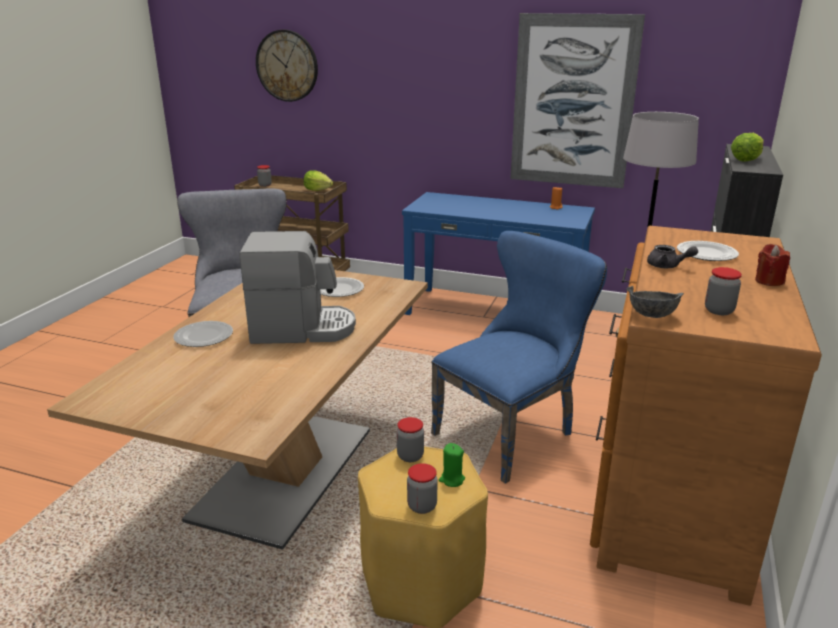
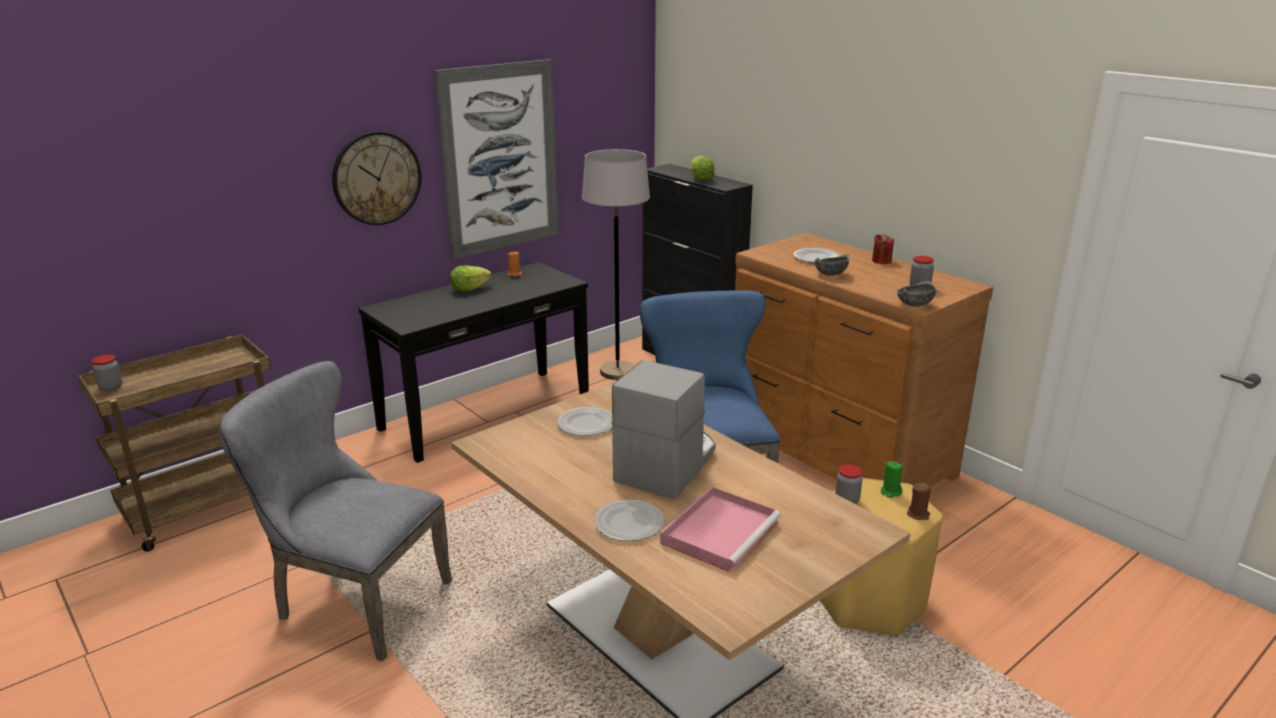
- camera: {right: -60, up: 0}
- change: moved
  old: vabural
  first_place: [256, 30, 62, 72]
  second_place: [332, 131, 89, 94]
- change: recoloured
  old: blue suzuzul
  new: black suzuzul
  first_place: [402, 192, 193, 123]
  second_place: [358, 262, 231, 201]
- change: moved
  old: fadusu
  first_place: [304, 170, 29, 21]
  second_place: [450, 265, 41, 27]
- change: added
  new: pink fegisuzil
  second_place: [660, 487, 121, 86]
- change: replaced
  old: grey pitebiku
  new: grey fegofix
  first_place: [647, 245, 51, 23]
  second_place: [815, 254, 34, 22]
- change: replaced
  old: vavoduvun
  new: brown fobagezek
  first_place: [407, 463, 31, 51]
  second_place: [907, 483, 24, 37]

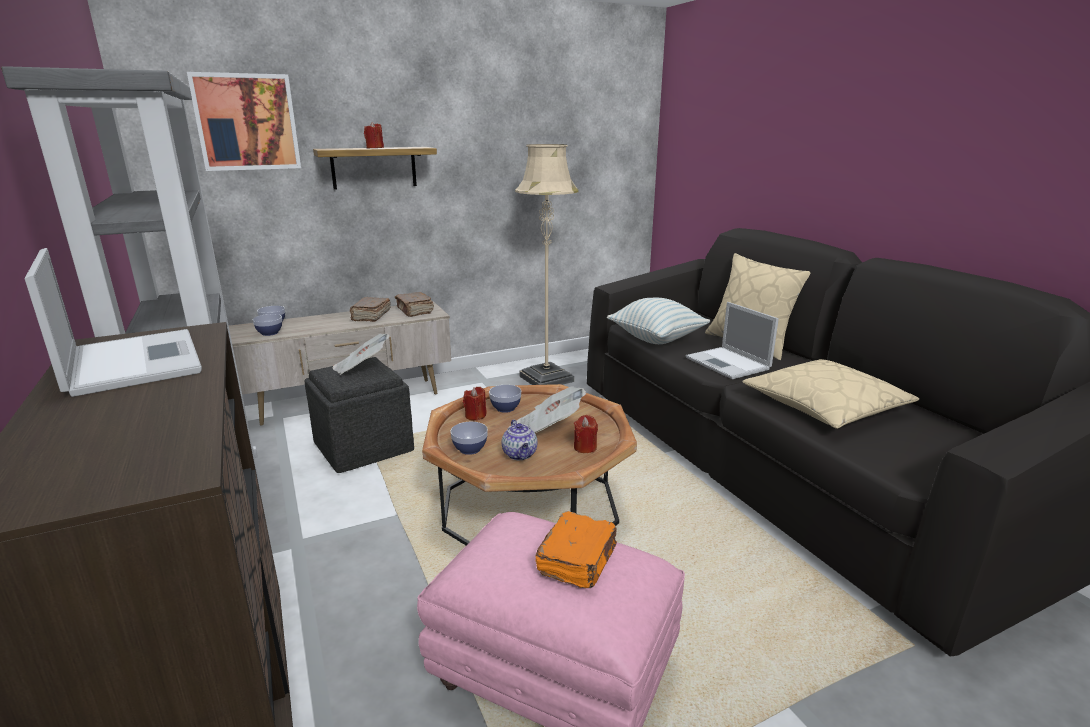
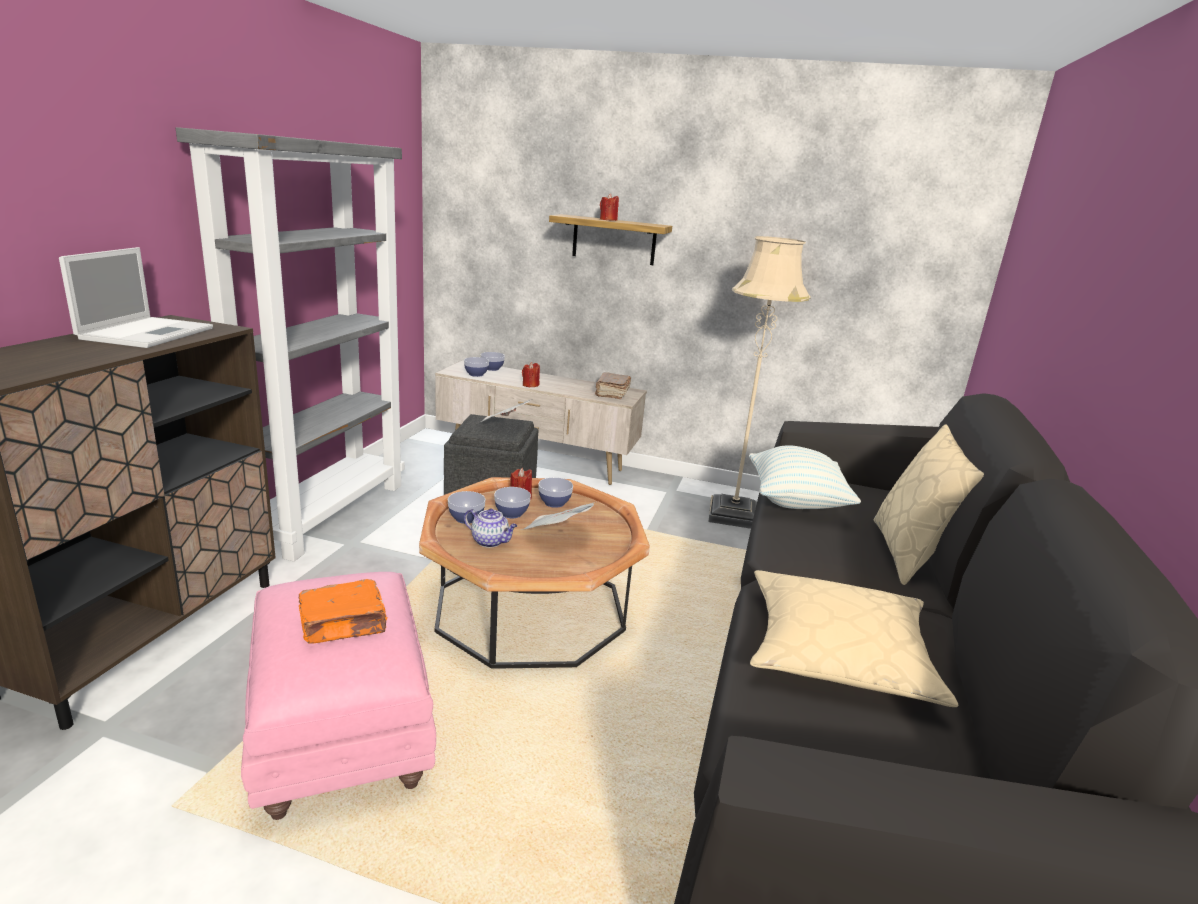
- camera: {right: 40, up: 0}
- change: turned
  old: pitebiku
  first_place: [502, 420, 36, 40]
  second_place: [464, 509, 54, 39]
  degrees: -90
- change: added
  new: fegofix
  second_place: [494, 487, 37, 31]
- change: moved
  old: red fobagezek
  first_place: [574, 415, 24, 38]
  second_place: [522, 362, 18, 25]
- change: removed
  old: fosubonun
  first_place: [187, 72, 114, 99]
- change: removed
  old: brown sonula
  first_place: [350, 297, 41, 25]
- change: removed
  old: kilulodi
  first_place: [686, 302, 93, 77]

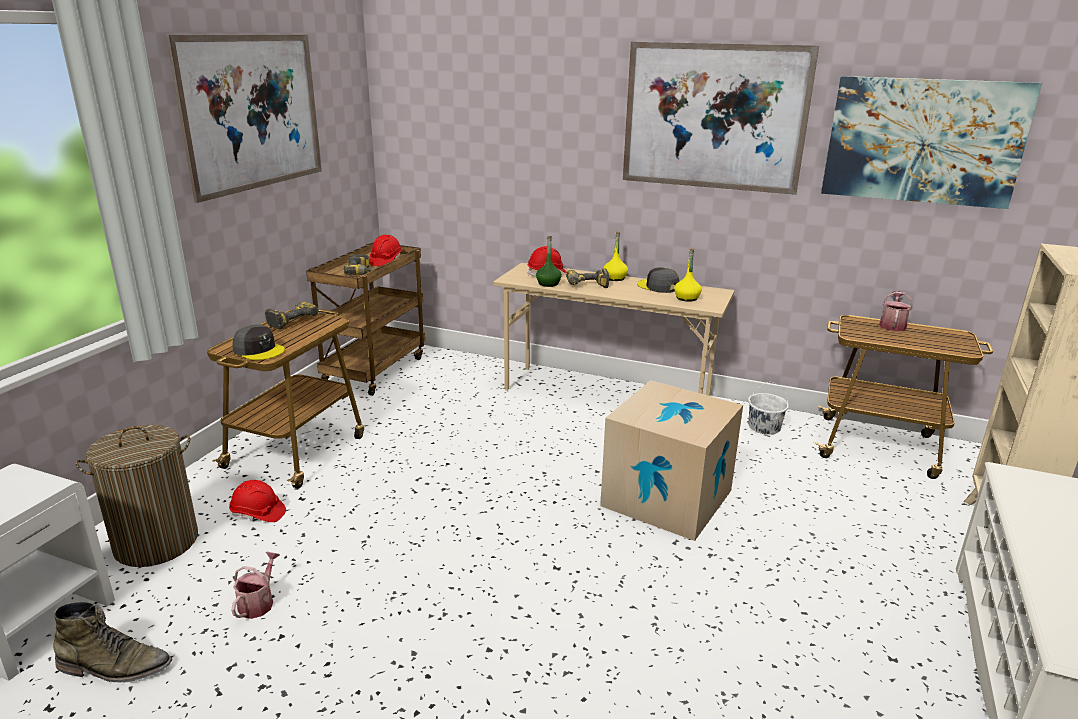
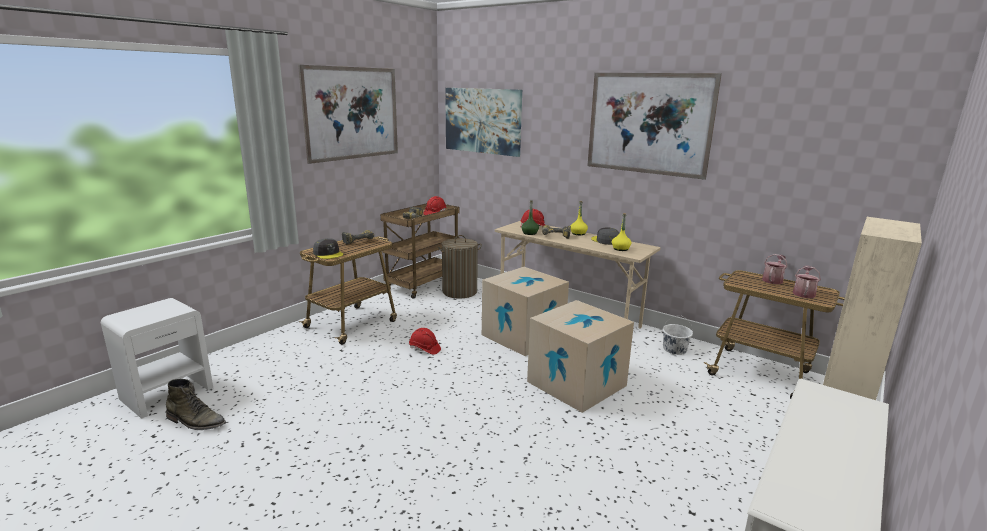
- camera: {right: 15, up: -5}
- change: moved
  old: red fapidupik
  first_place: [229, 480, 57, 42]
  second_place: [409, 328, 32, 27]
- change: moved
  old: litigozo
  first_place: [75, 425, 123, 142]
  second_place: [438, 235, 44, 64]
- change: moved
  old: fosubonun
  first_place: [821, 76, 221, 133]
  second_place: [445, 88, 77, 69]
- change: added
  new: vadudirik
  second_place: [482, 267, 87, 89]
- change: moved
  old: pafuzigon
  first_place: [231, 552, 49, 67]
  second_place: [793, 266, 28, 32]

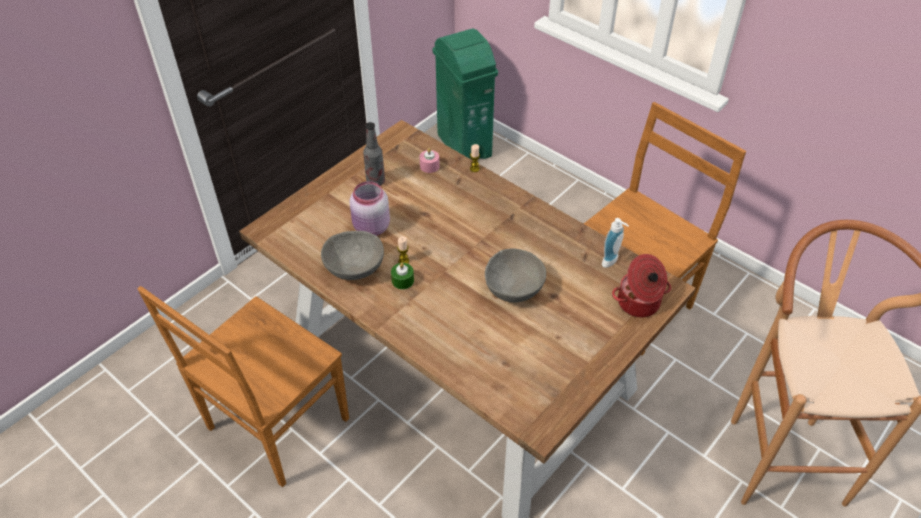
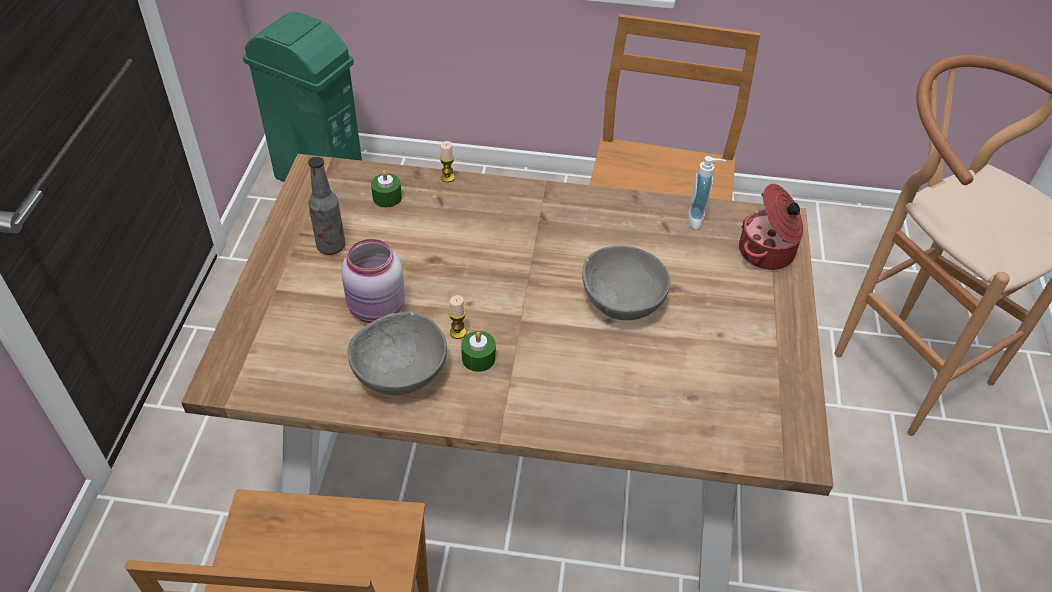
- camera: {right: -35, up: 0}
- change: recoloured
  old: pink fobagezek
  new: green fobagezek
  first_place: [420, 148, 20, 25]
  second_place: [371, 170, 31, 37]

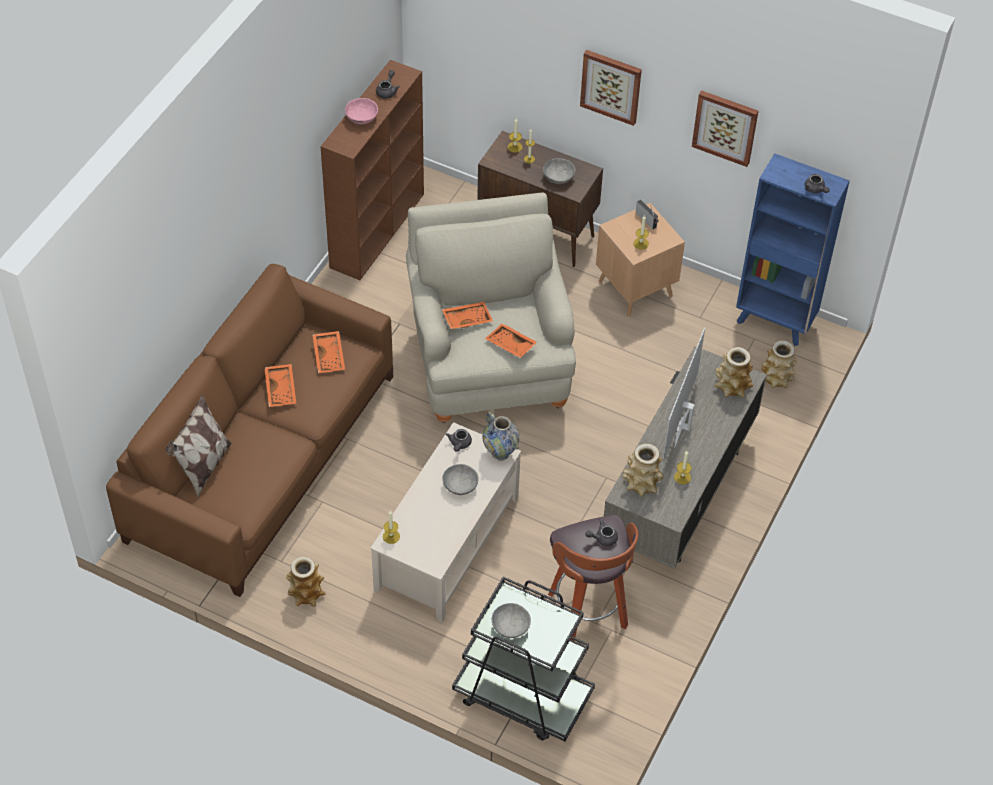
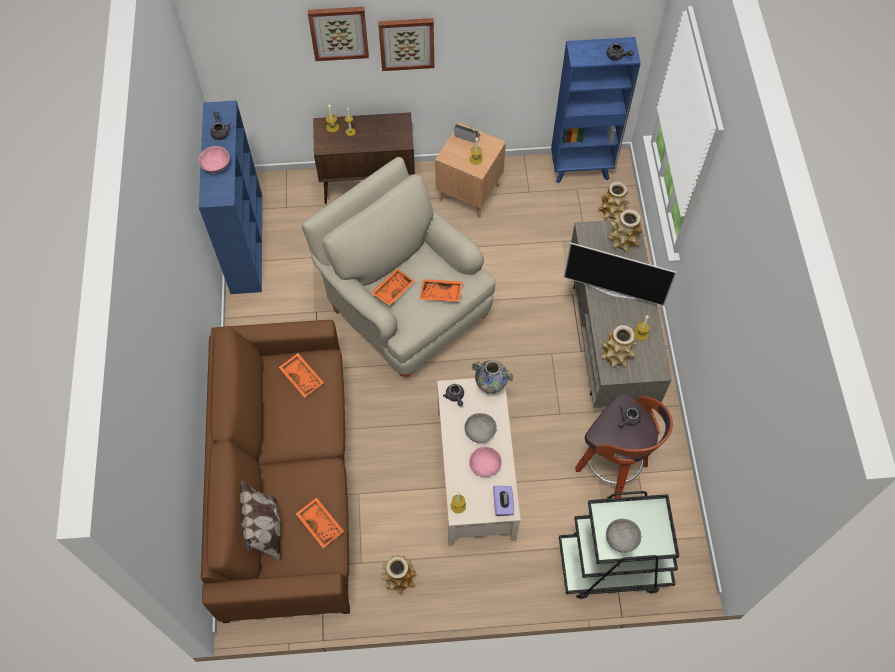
- camera: {right: -30, up: 10}
- change: recoloured
  old: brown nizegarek
  new: blue nizegarek
  first_place: [320, 60, 104, 220]
  second_place: [199, 101, 63, 193]
- change: moved
  old: orange fegisuzil
  first_place: [265, 364, 31, 43]
  second_place: [296, 497, 48, 51]
- change: moved
  old: fosubonun
  first_place: [692, 90, 66, 77]
  second_place: [308, 7, 61, 54]
- change: added
  new: pink fegofix
  second_place: [469, 447, 33, 30]
- change: added
  new: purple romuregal
  second_place: [493, 485, 21, 31]
- change: turned
  old: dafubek
  first_place: [662, 328, 43, 137]
  second_place: [563, 242, 114, 64]
  degrees: -60
- change: removed
  old: grey fegofix
  first_place: [543, 158, 32, 26]

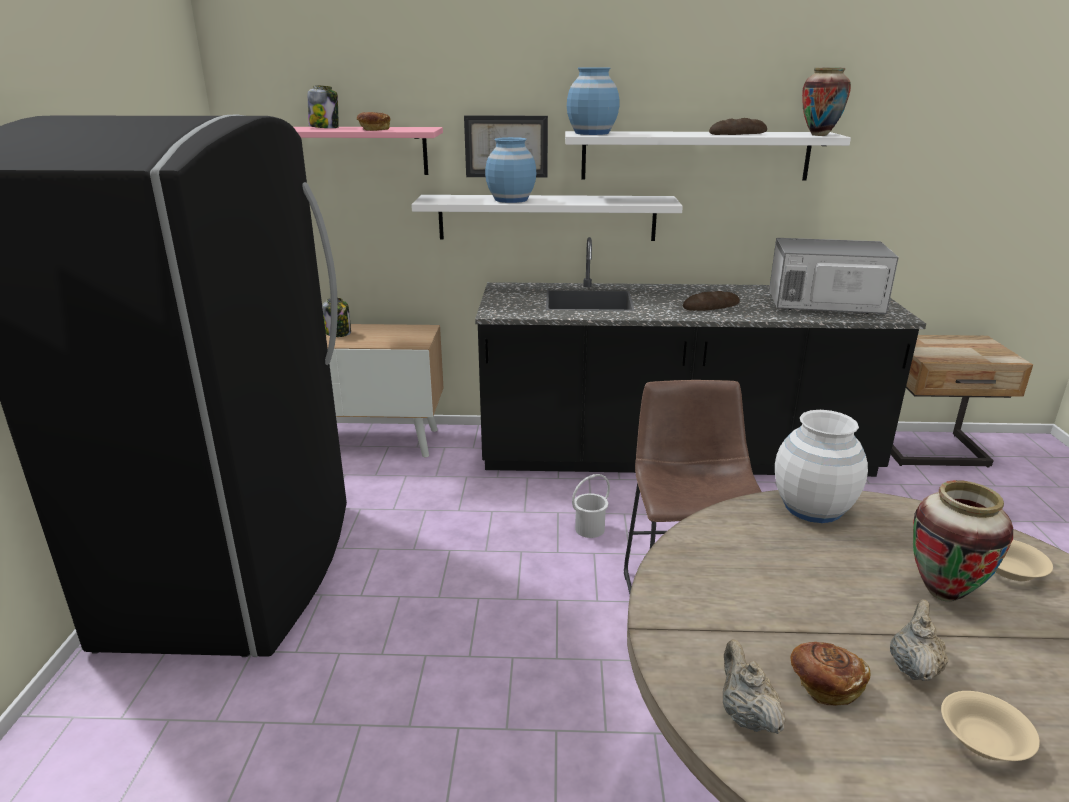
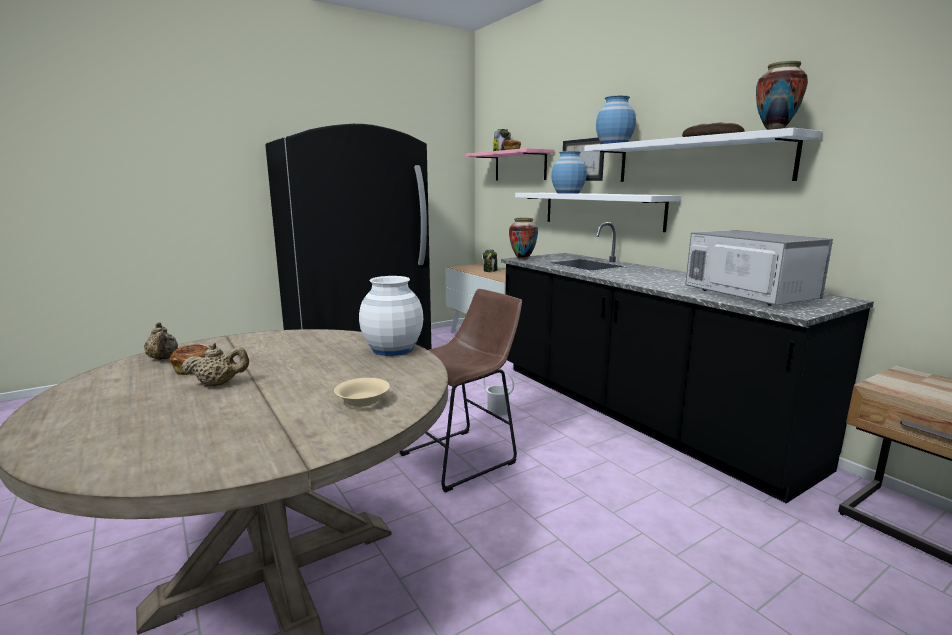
- camera: {right: 55, up: -10}
- change: turned
  old: beige pitebiku
  first_place: [723, 639, 62, 95]
  second_place: [144, 322, 34, 38]
  degrees: 105
- change: moved
  old: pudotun
  first_place: [913, 480, 100, 122]
  second_place: [509, 218, 29, 42]
- change: removed
  old: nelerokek
  first_place: [683, 291, 57, 20]
- change: removed
  old: beige fegofix
  first_place: [941, 691, 99, 70]

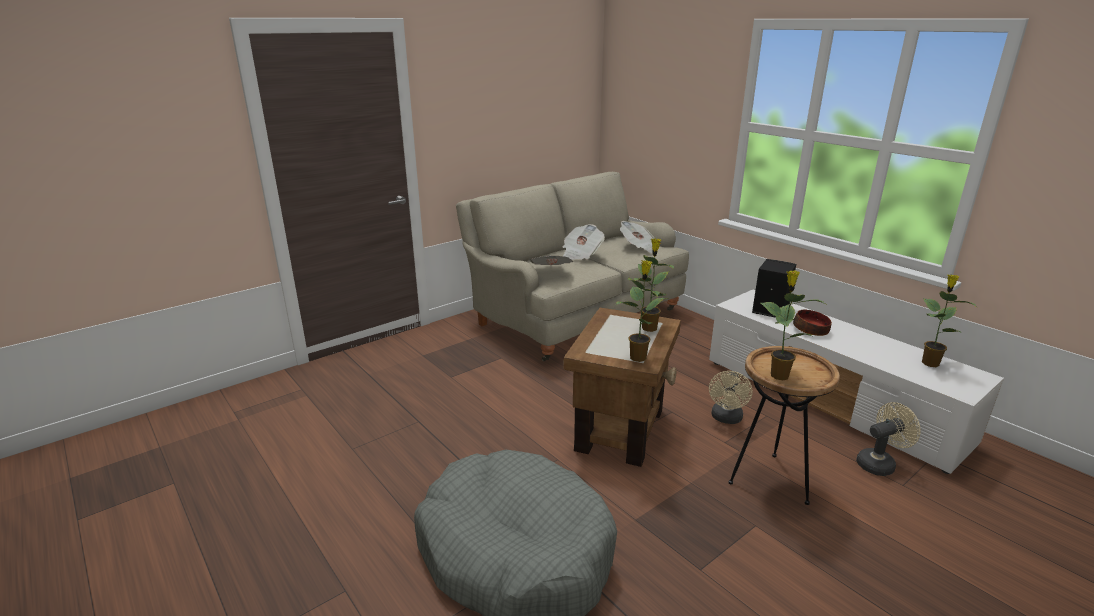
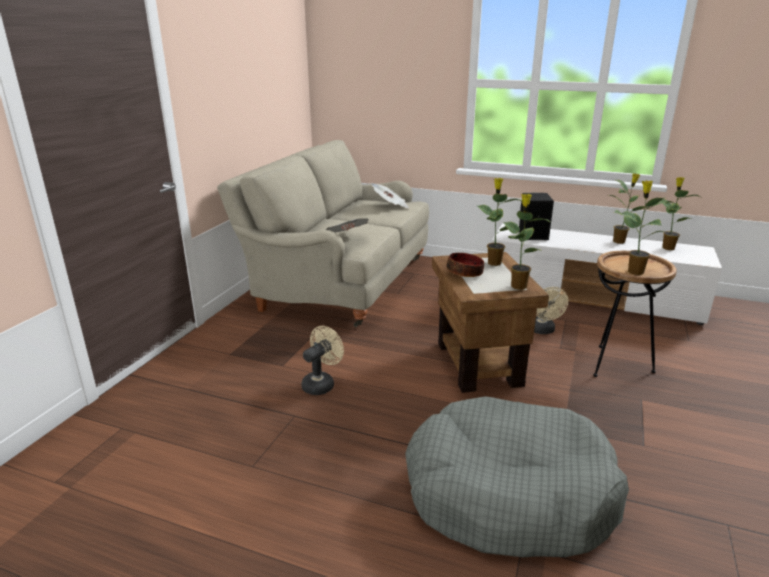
- camera: {right: -30, up: 0}
- change: moved
  old: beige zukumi
  first_place: [856, 402, 65, 74]
  second_place: [301, 326, 43, 69]
- change: moved
  old: fegofix
  first_place: [793, 309, 39, 27]
  second_place: [446, 253, 38, 24]
- change: added
  new: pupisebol
  second_place: [608, 173, 43, 71]
- change: removed
  old: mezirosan
  first_place: [563, 224, 42, 36]

